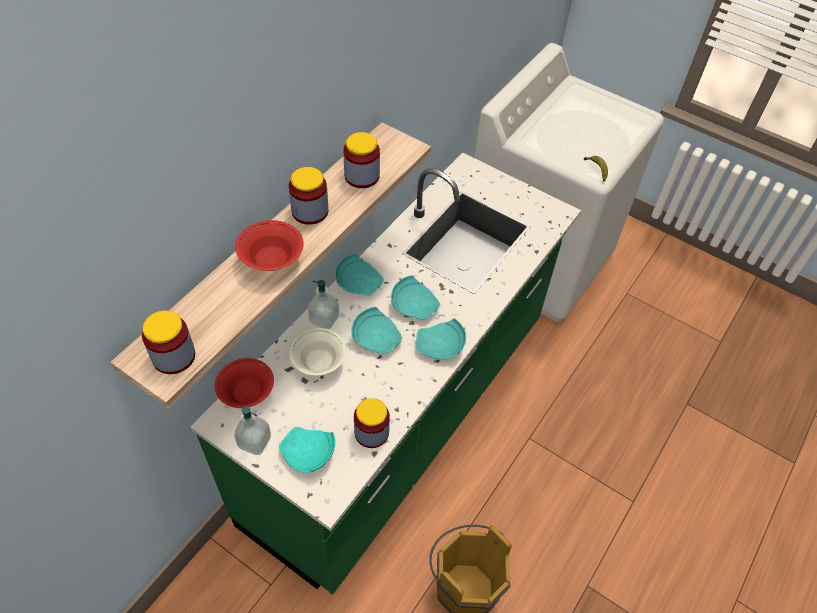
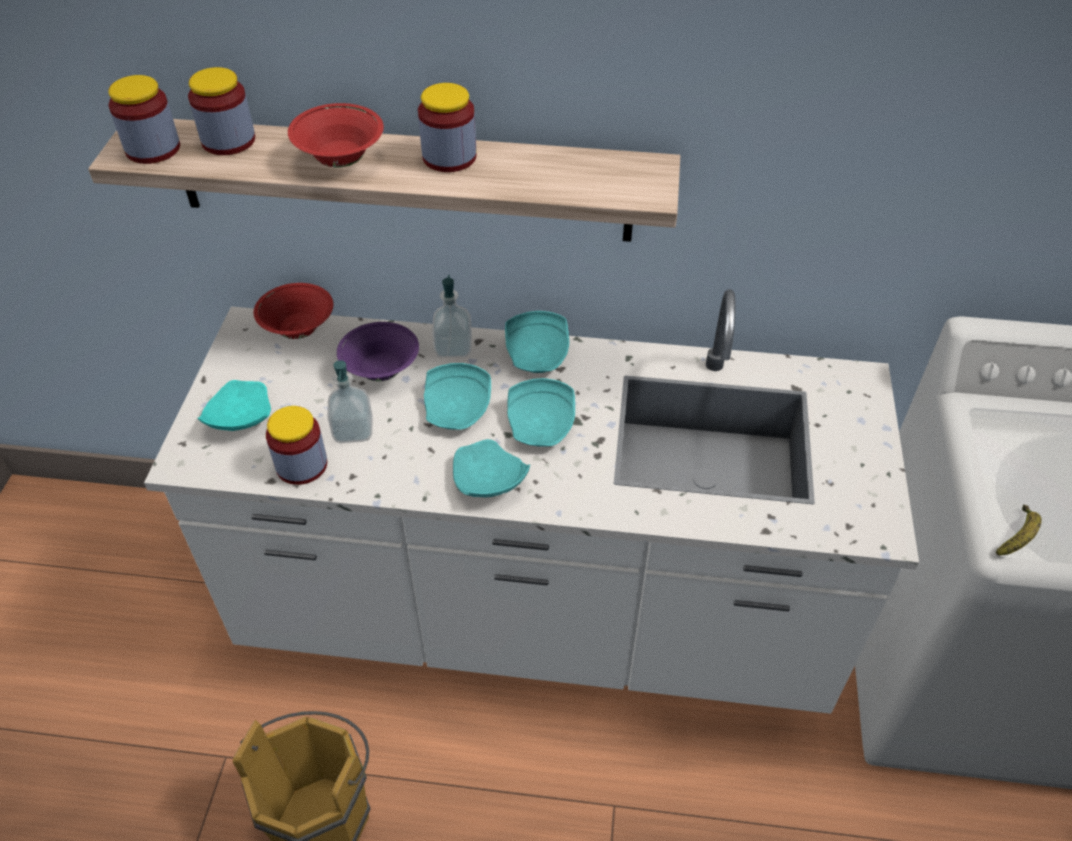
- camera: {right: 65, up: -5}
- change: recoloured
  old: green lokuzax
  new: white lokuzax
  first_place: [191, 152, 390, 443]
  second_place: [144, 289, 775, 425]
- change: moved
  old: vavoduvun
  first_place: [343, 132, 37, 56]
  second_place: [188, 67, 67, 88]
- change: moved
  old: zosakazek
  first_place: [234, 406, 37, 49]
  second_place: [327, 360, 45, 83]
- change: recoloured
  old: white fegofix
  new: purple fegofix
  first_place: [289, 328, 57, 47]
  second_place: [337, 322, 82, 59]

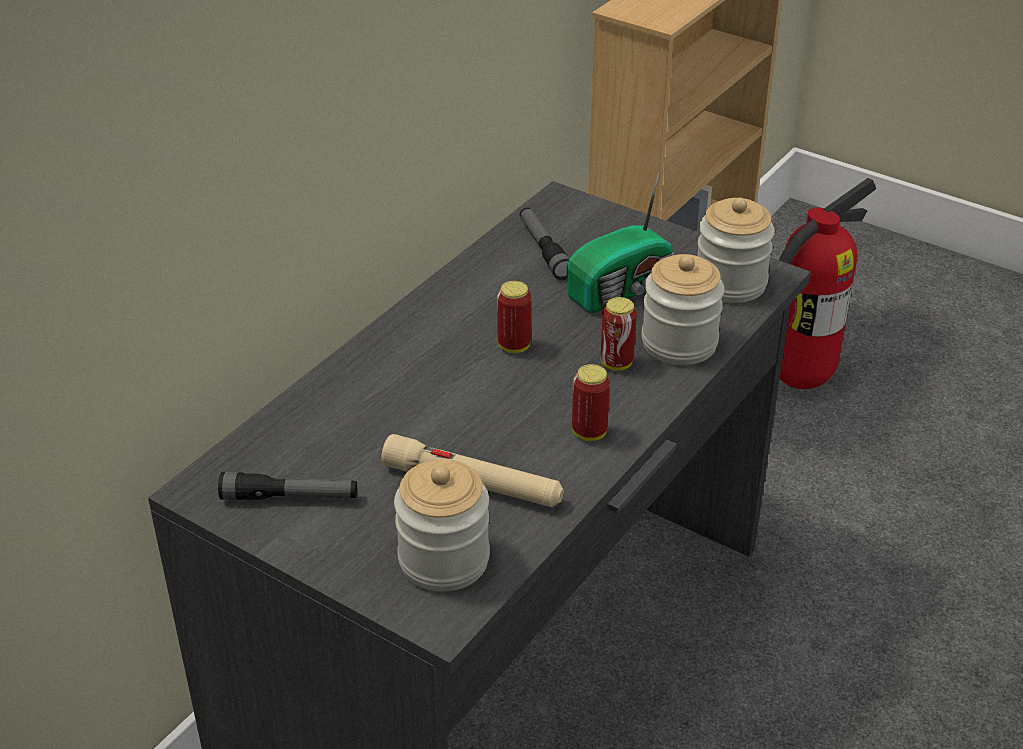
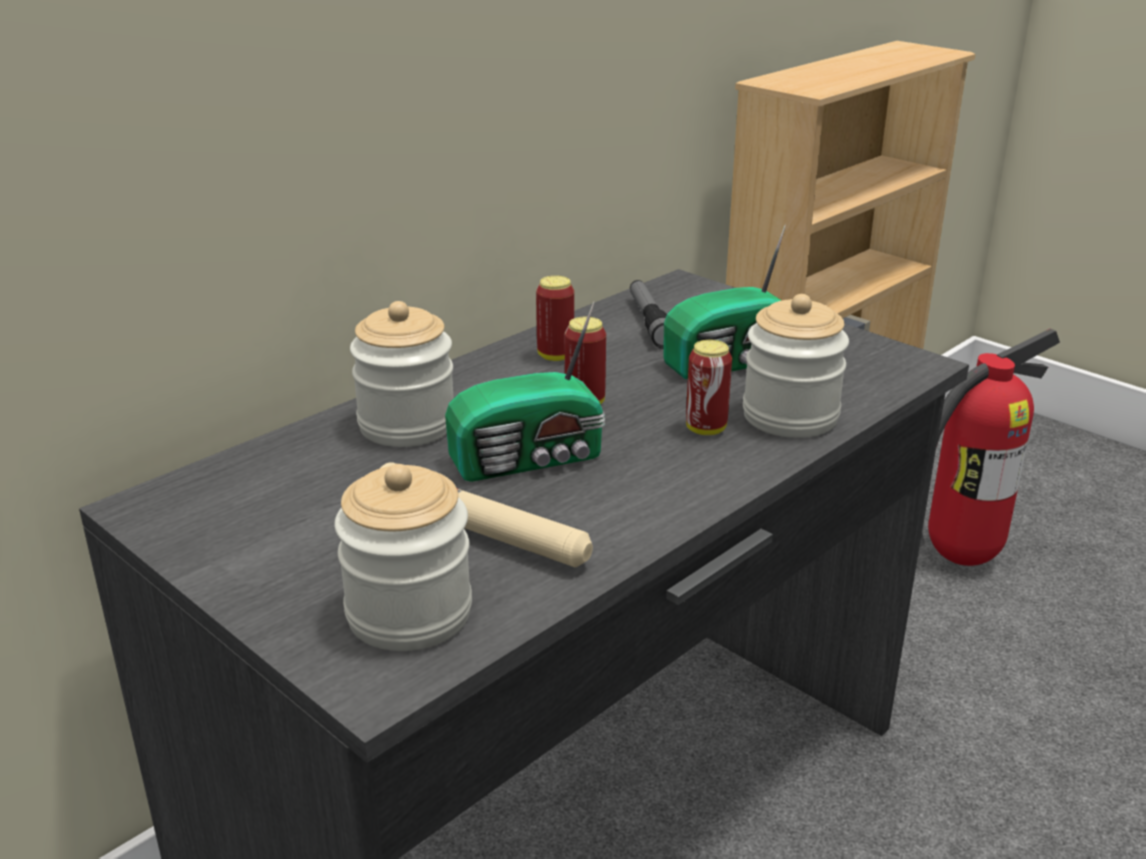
- camera: {right: 10, up: -10}
- change: moved
  old: vavoduvun
  first_place: [697, 198, 78, 105]
  second_place: [350, 301, 104, 146]
- change: added
  new: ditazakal
  second_place: [445, 301, 160, 181]
- change: moved
  old: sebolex
  first_place: [572, 364, 38, 77]
  second_place: [536, 275, 38, 86]
- change: removed
  old: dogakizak
  first_place: [218, 472, 139, 28]

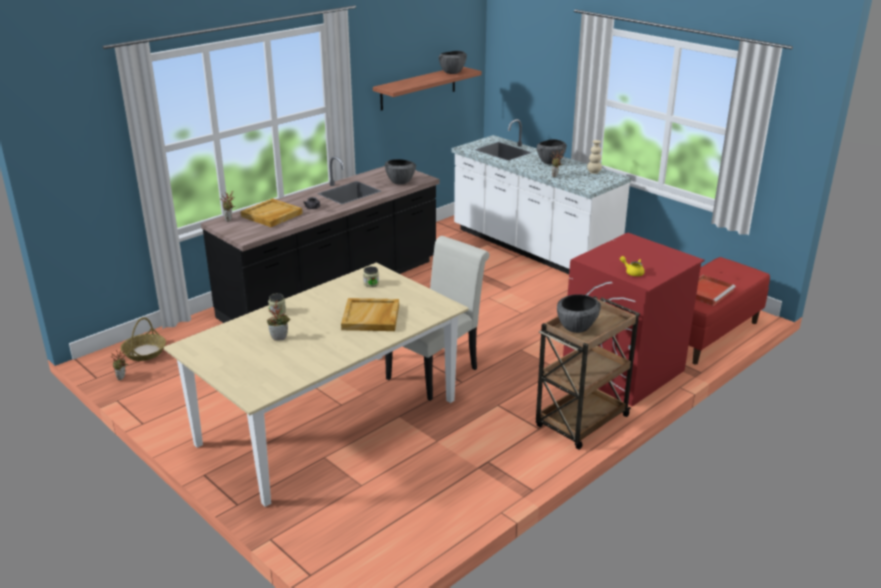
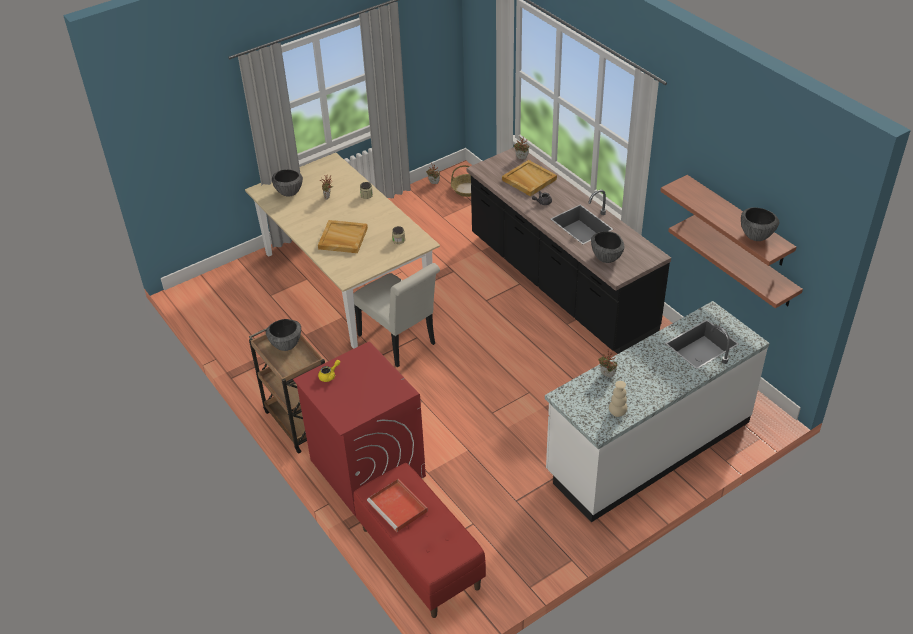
- camera: {right: 100, up: 15}
- change: moved
  old: fegofix
  first_place: [537, 139, 30, 25]
  second_place: [272, 170, 31, 27]
- change: added
  new: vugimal
  second_place: [668, 215, 135, 93]

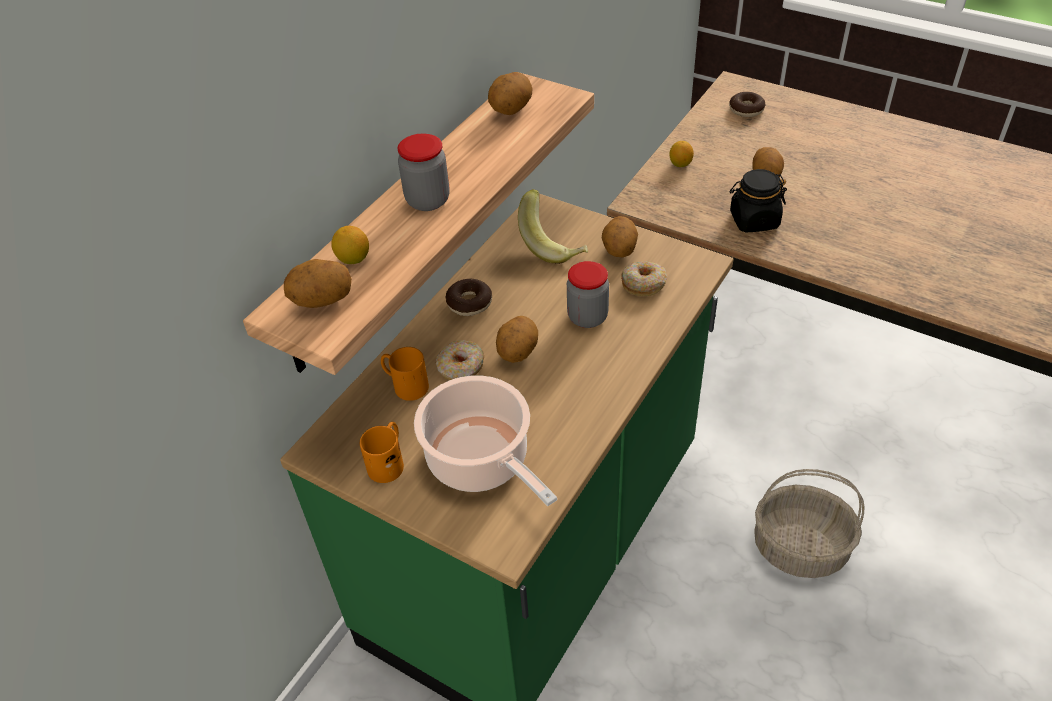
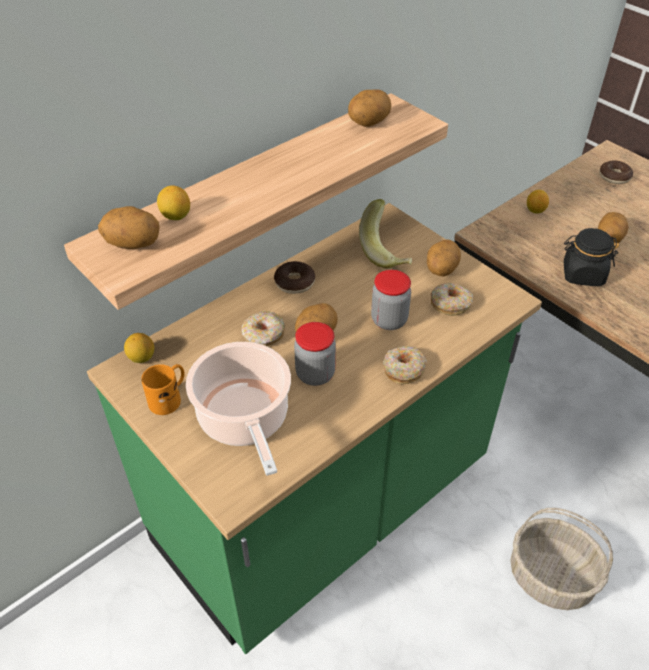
- camera: {right: 15, up: 0}
- change: added
  new: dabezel
  second_place: [124, 333, 30, 30]
- change: moved
  old: vavoduvun
  first_place: [398, 134, 51, 77]
  second_place: [294, 322, 42, 64]
- change: added
  new: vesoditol
  second_place: [383, 346, 44, 38]
- change: removed
  old: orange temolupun
  first_place: [381, 347, 48, 54]

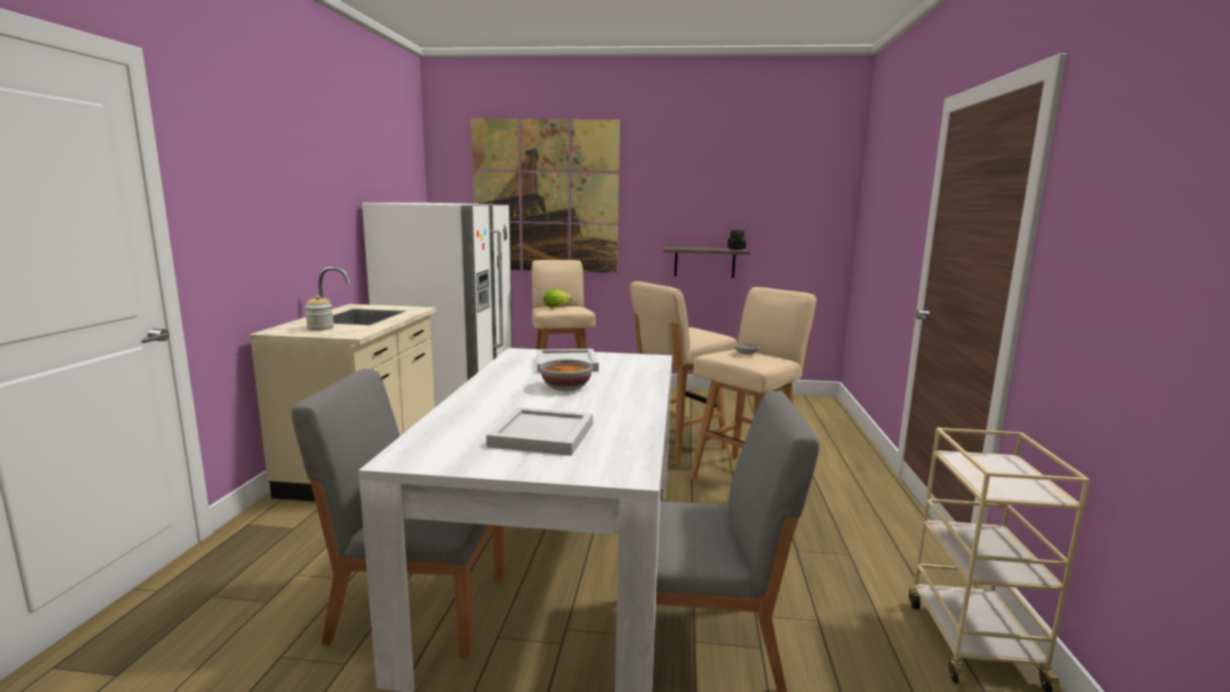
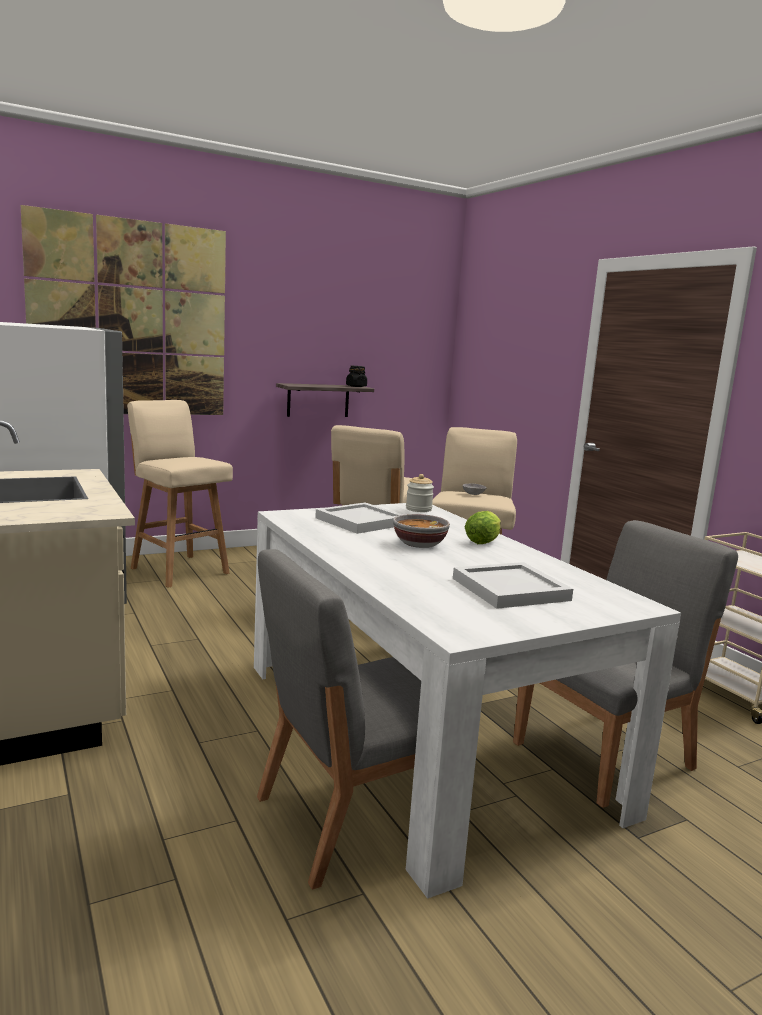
- camera: {right: -35, up: 0}
- change: moved
  old: vavoduvun
  first_place: [305, 295, 29, 36]
  second_place: [406, 474, 28, 38]
- change: moved
  old: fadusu
  first_place: [544, 290, 28, 17]
  second_place: [465, 511, 36, 33]

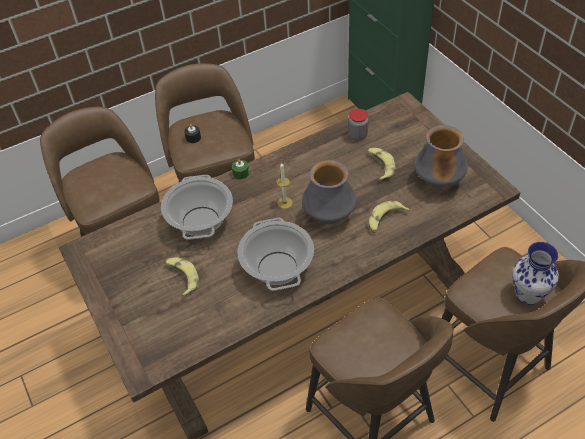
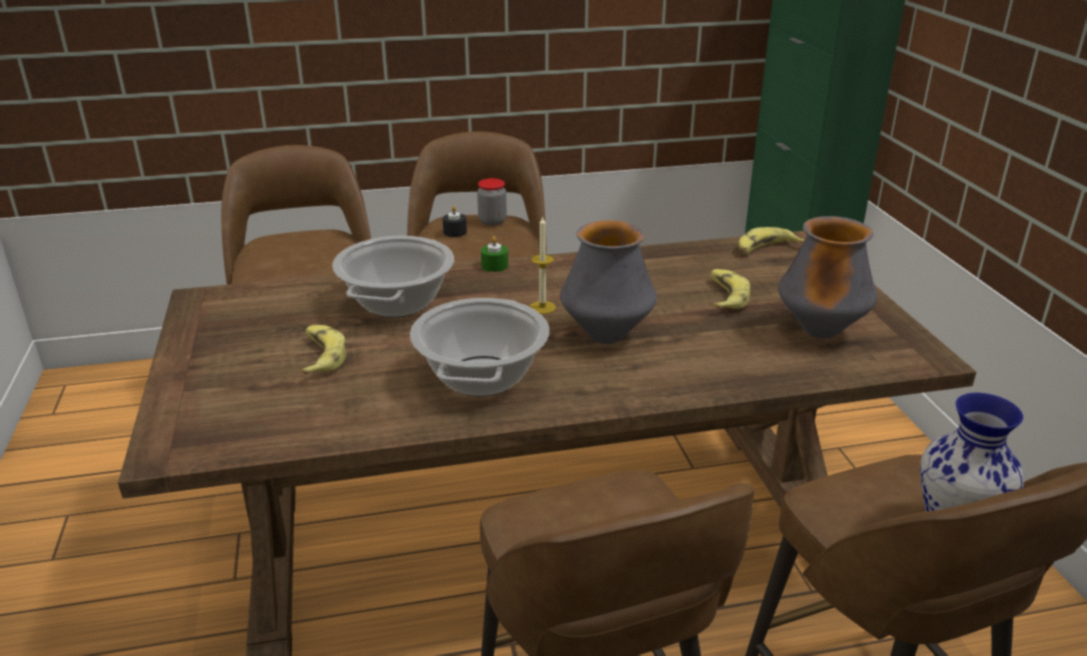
- camera: {right: 15, up: -20}
- change: moved
  old: vavoduvun
  first_place: [348, 109, 20, 32]
  second_place: [477, 178, 30, 48]
- change: moved
  old: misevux
  first_place: [369, 201, 40, 32]
  second_place: [738, 227, 66, 27]

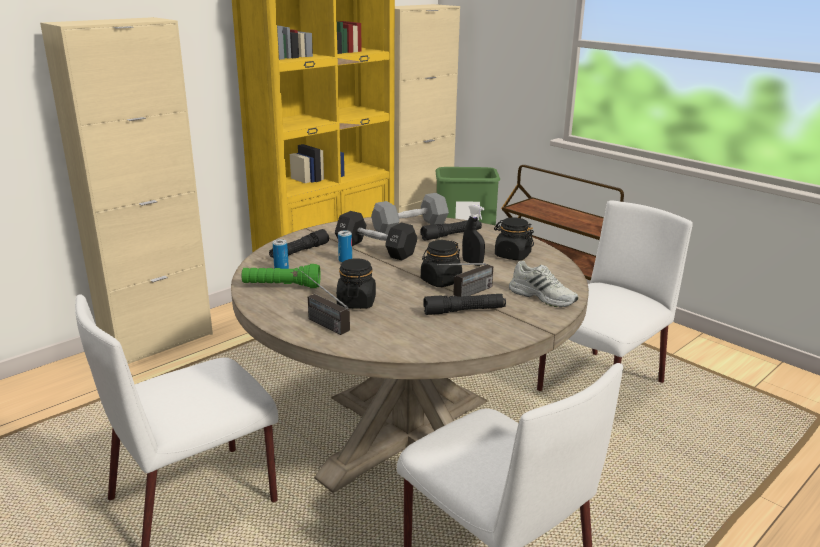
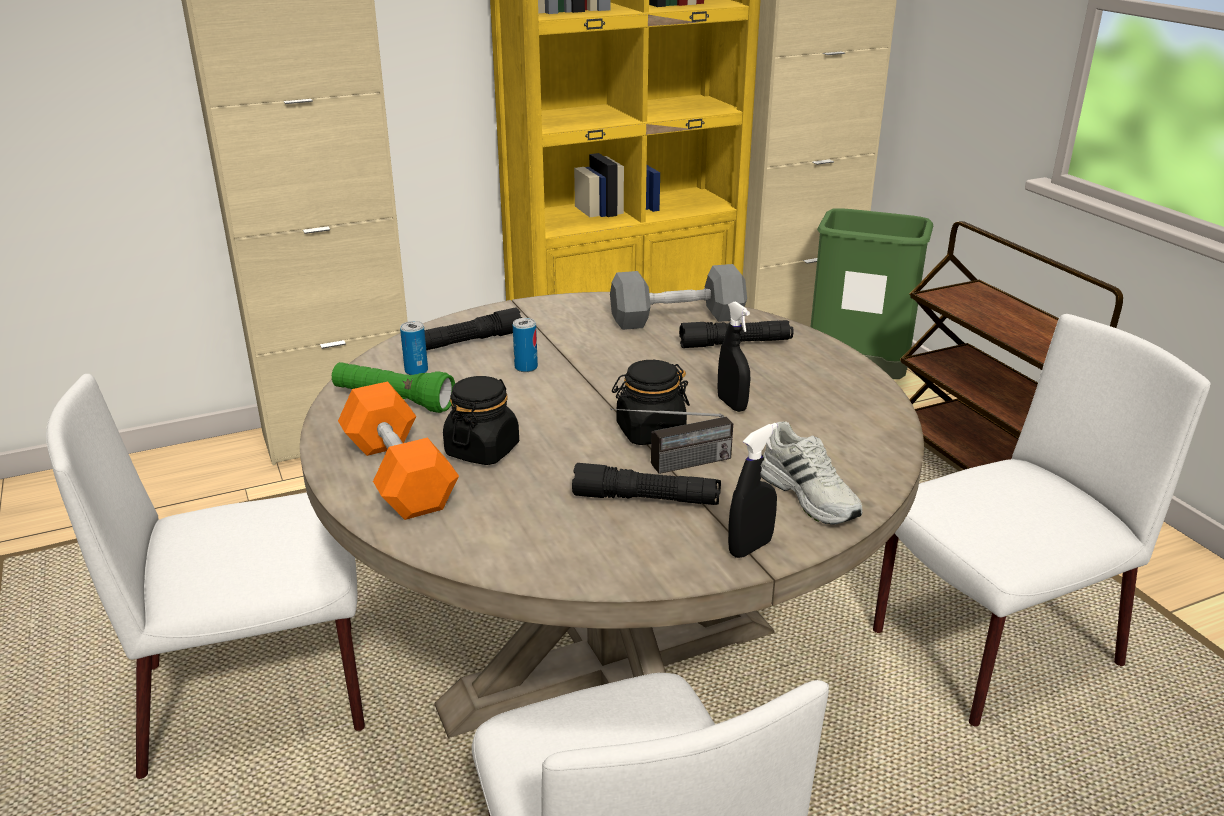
- camera: {right: 20, up: 5}
- change: replaced
  old: ditazakal
  new: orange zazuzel
  first_place: [298, 268, 52, 67]
  second_place: [338, 381, 121, 139]
- change: added
  new: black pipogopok
  second_place: [728, 423, 50, 135]
- change: removed
  old: black zazuzel
  first_place: [335, 211, 82, 49]
- change: removed
  old: black vavoduvun
  first_place: [494, 217, 40, 43]

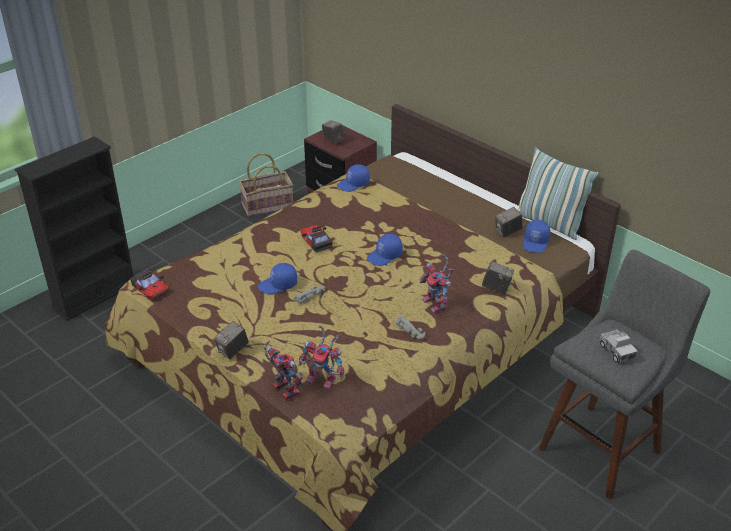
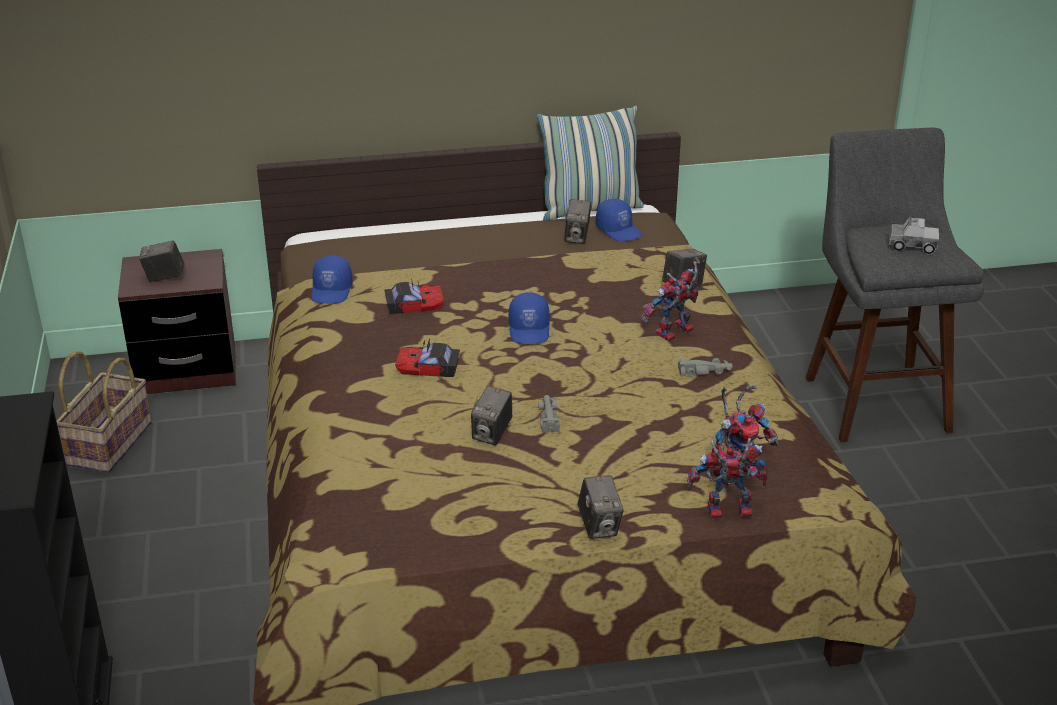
- camera: {right: -55, up: -5}
- change: moved
  old: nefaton
  first_place: [130, 270, 39, 30]
  second_place: [384, 282, 60, 32]
- change: replaced
  old: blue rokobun
  new: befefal
  first_place: [258, 263, 39, 32]
  second_place: [471, 385, 41, 60]
- change: turned
  old: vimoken
  first_place: [420, 254, 34, 59]
  second_place: [641, 261, 57, 80]
  degrees: 135

